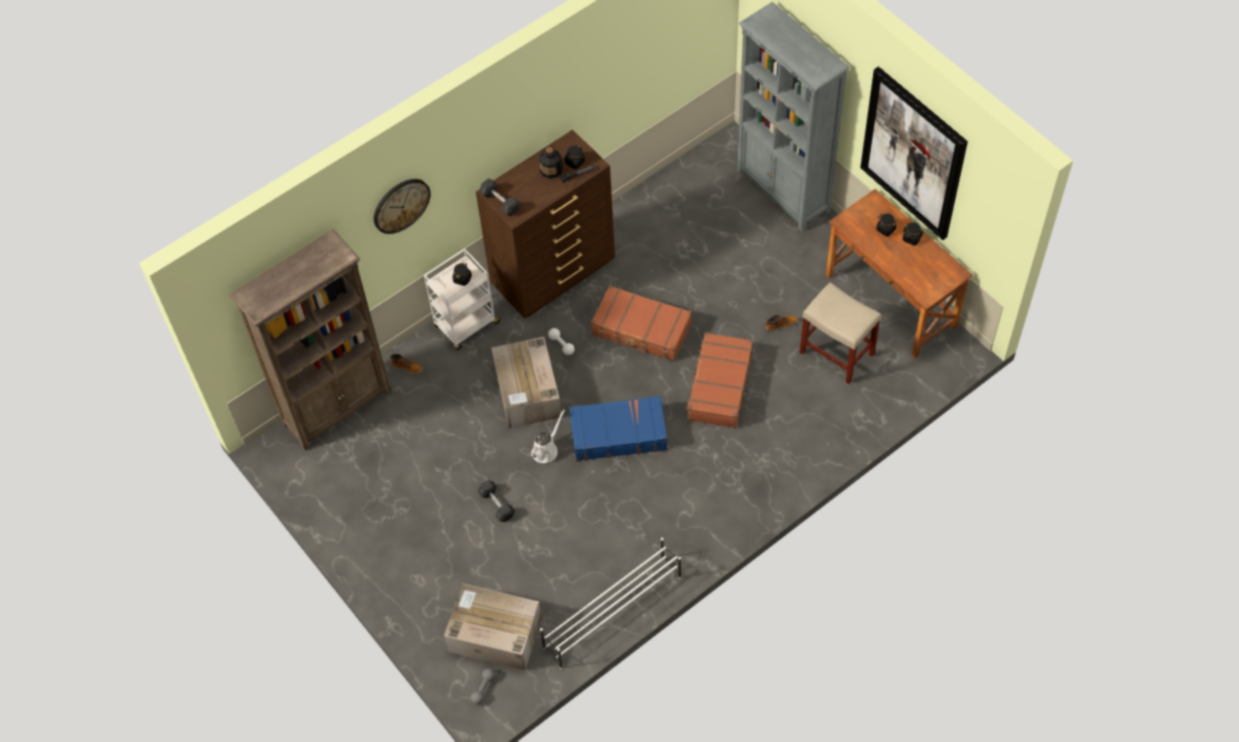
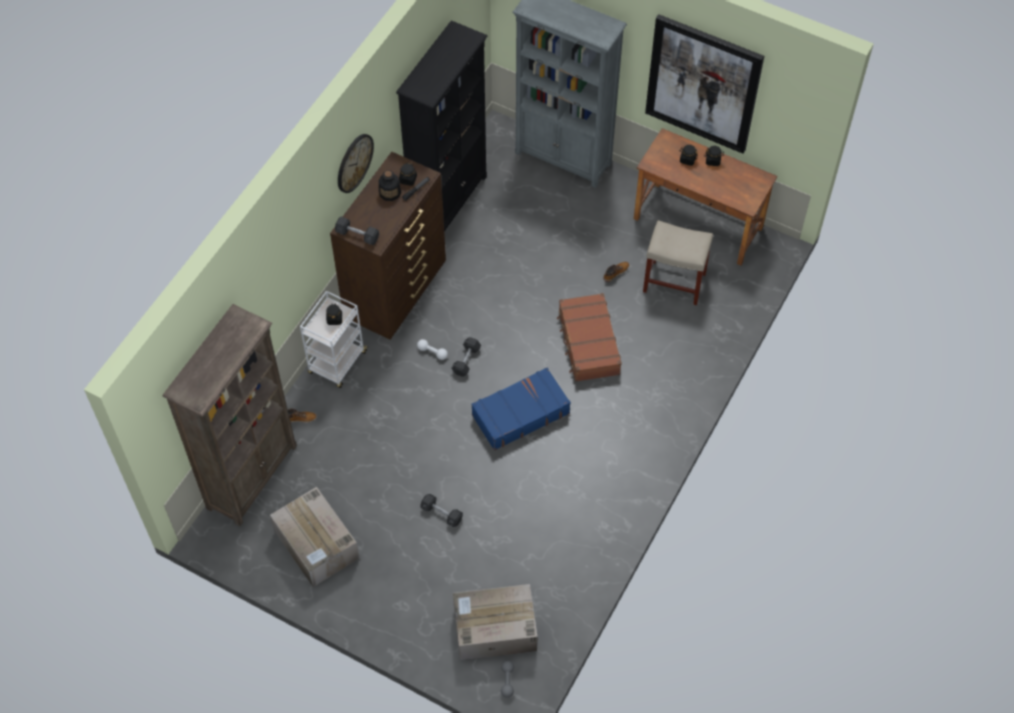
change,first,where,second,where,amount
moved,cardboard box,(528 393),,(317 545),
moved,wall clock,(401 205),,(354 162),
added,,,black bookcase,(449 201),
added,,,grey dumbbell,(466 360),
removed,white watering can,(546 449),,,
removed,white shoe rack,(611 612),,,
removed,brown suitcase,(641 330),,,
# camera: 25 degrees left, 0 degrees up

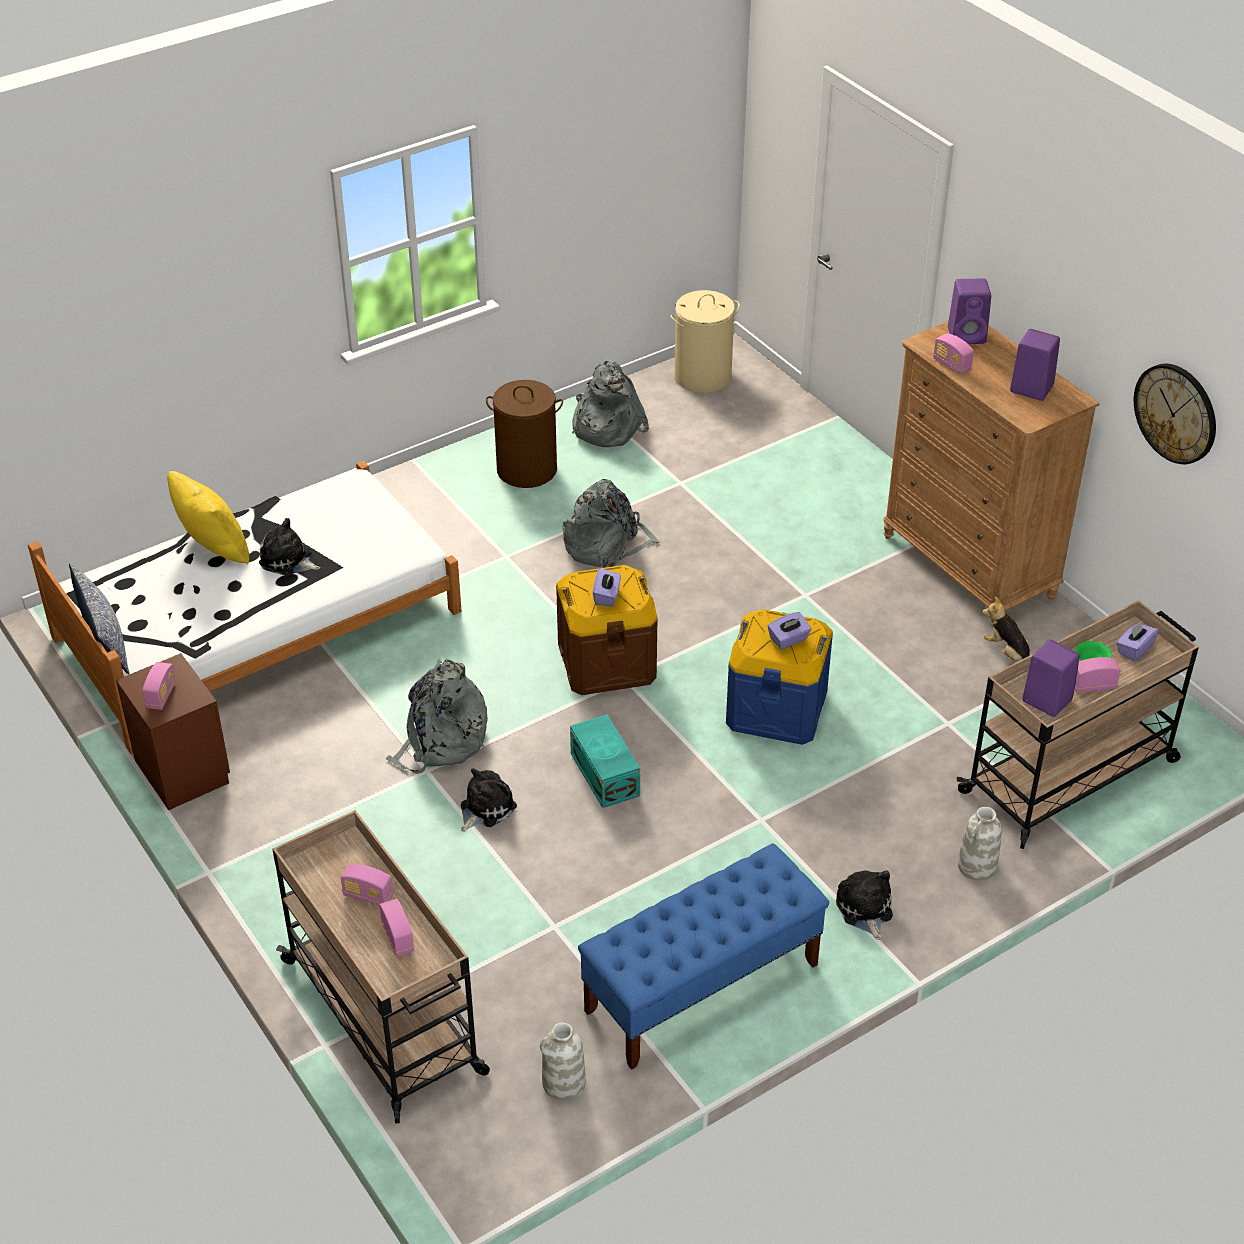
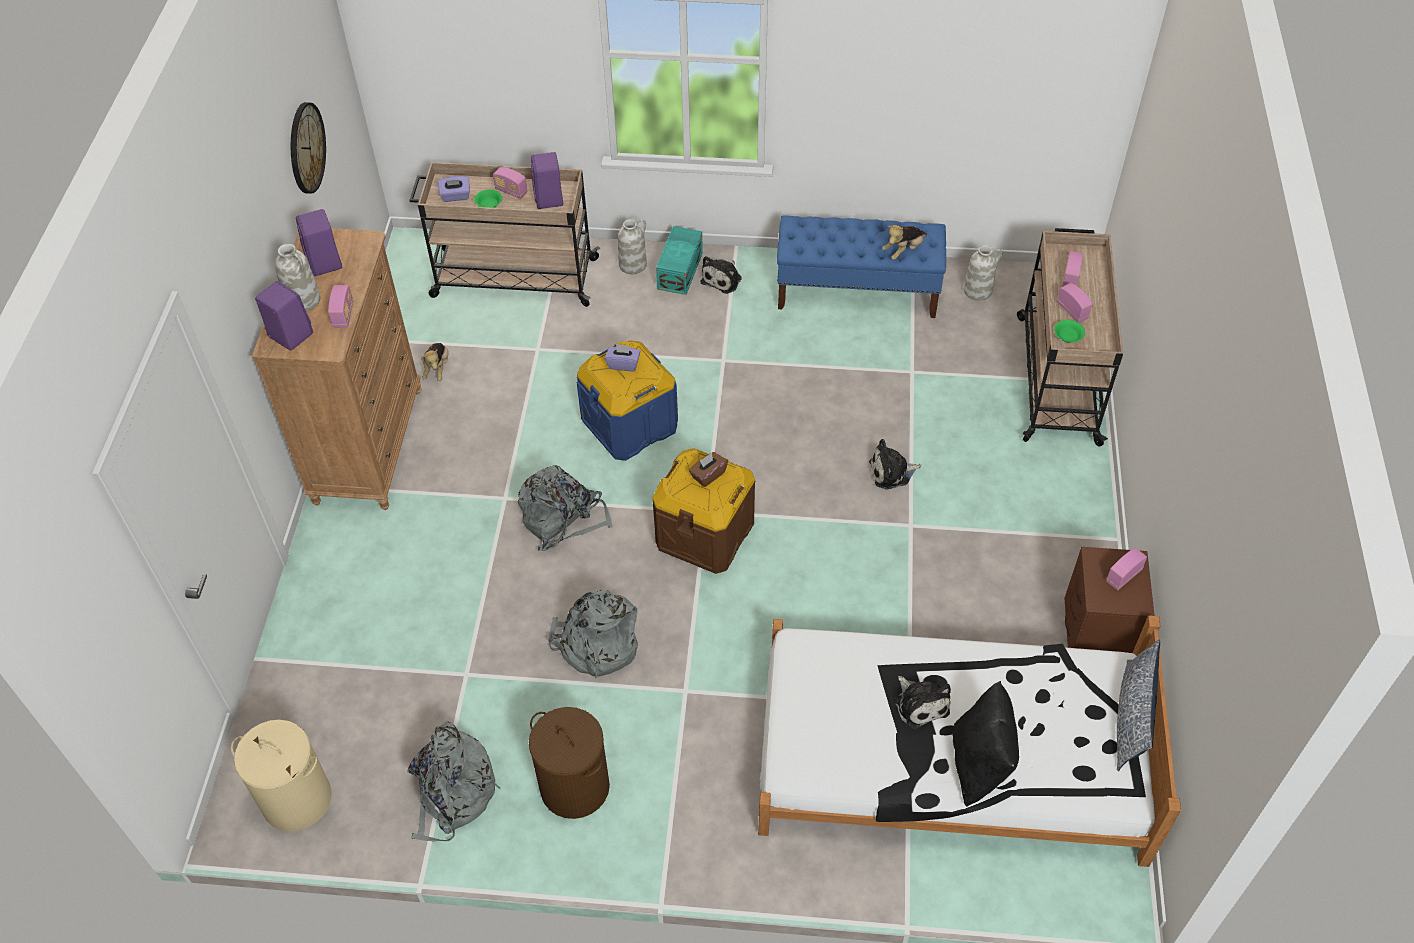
change,first,where,second,where,amount
added,,,white vase,(303 300),
moved,grey backpack,(441 741),,(563 519),
moved,turquoise storage box,(604 775),,(681 270),
recoloured,purple tissue box,(607 596),brown tissue box,(708 475),
added,,,plush toy,(903 250),
recoloured,yellow pillow,(213 548),black pillow,(979 764),
added,,,green bowl,(1068 336),
# camera: 140 degrees left, 10 degrees up

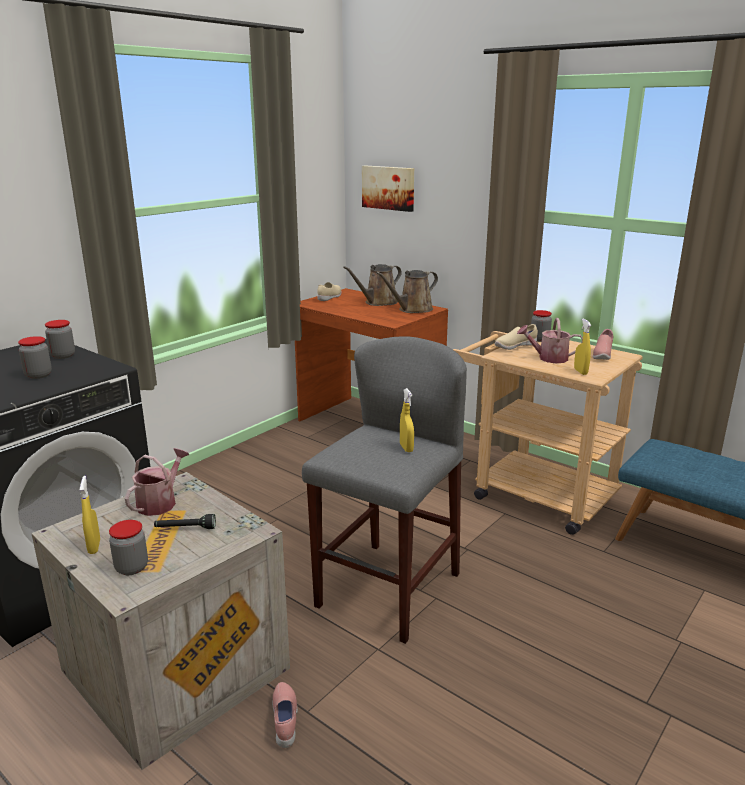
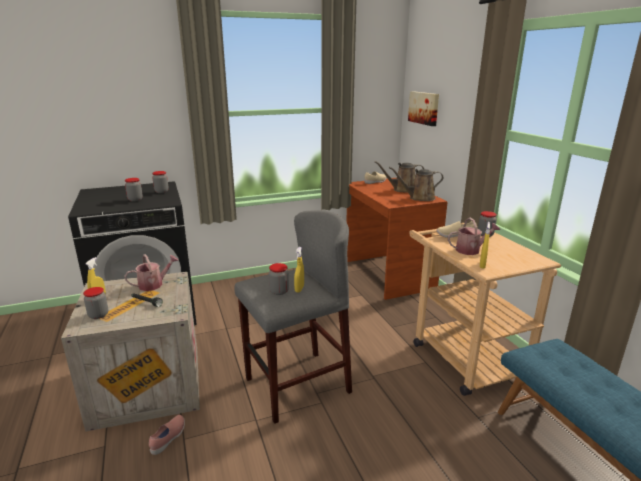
change,first,where,second,where,amount
added,,,jar,(279 291),
turned,watering can,(548 358),,(471 250),135 degrees clockwise
removed,pink shoe,(602 355),,,
# camera: 30 degrees right, 0 degrees up

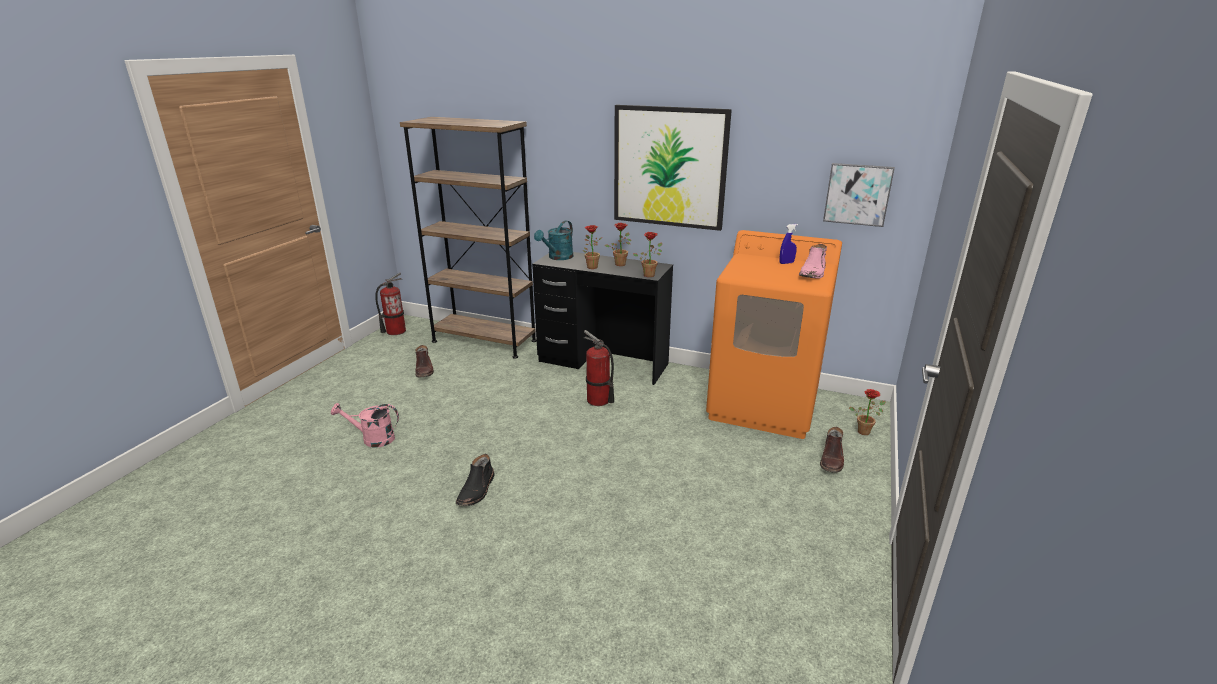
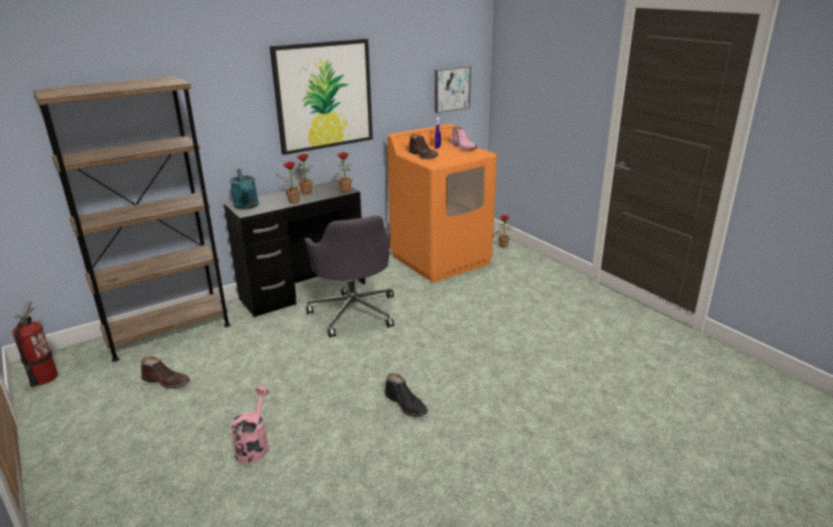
change,first,where,second,where,amount
turned,pink watering can,(372 439),,(254 445),150 degrees clockwise
replaced,fire extinguisher,(598 400),grey office chair,(354 312),
moved,brown boot,(832 460),,(423 155),
# camera: 55 degrees left, 0 degrees up

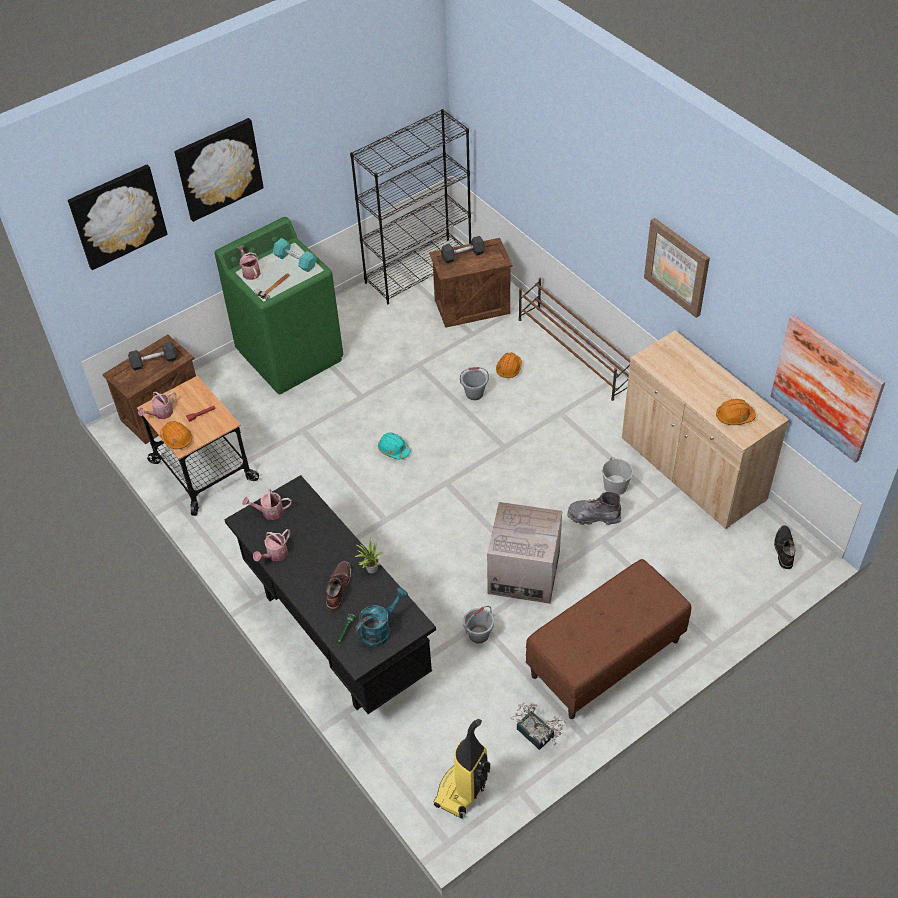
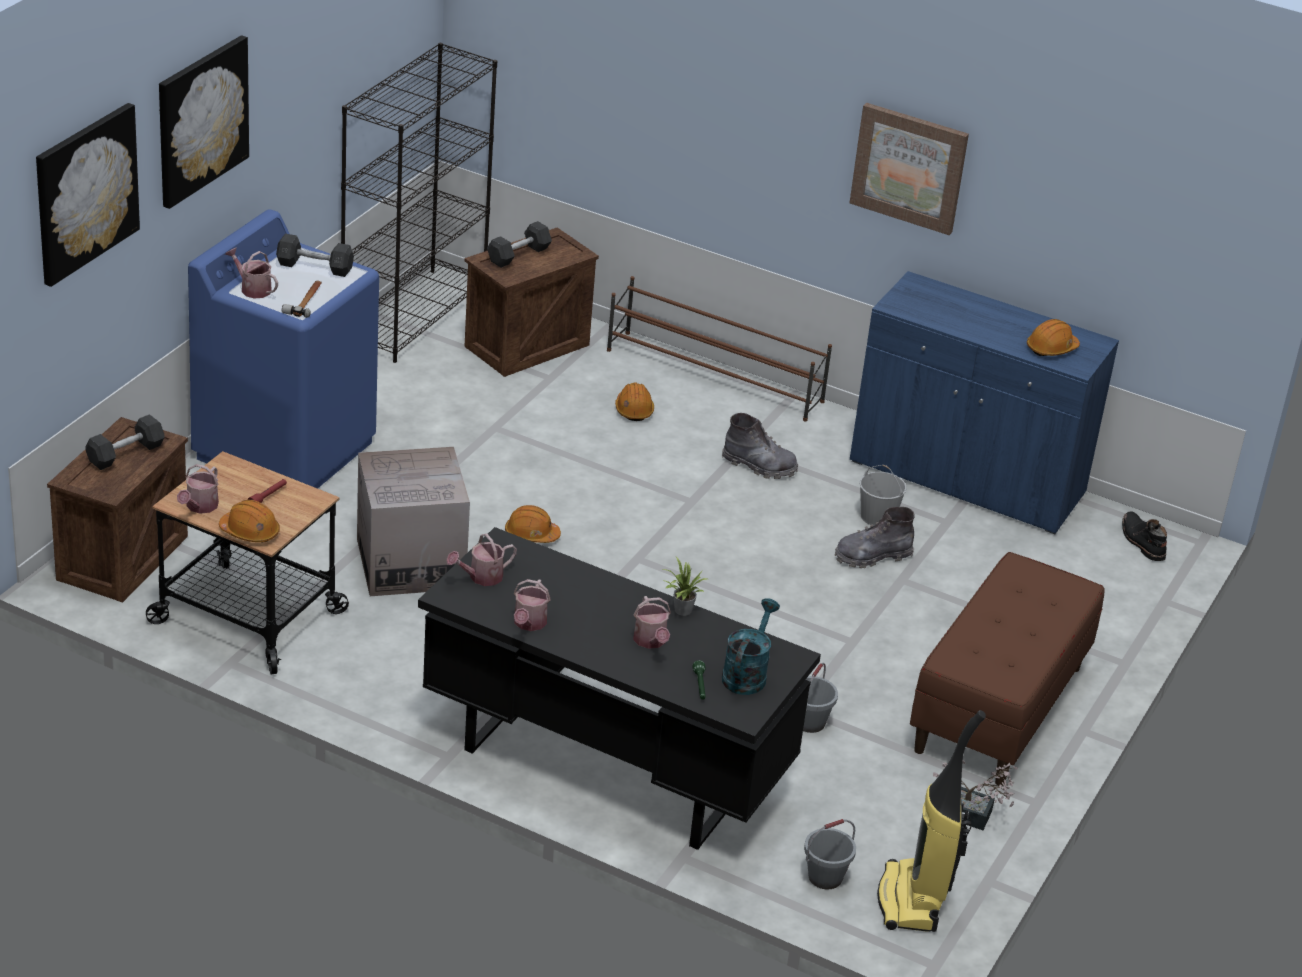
change,first,where,second,where,amount
recoloured,green washing machine,(291 355),blue washing machine,(285 449),
recoloured,turquoise dumbbell,(295 261),grey dumbbell,(315 267),
moved,cardboard box,(524 573),,(410 563),
recoloured,turquoise hard hat,(394 449),orange hard hat,(531 534),
replaced,brown boot,(338 588),watering can,(651 641),
added,,,grey boot,(759 466),
moved,grey bucket,(474 394),,(825 877),
recoloured,beige cabinet,(692 469),blue cabinet,(966 478),
removed,picture,(826 388),,,
# camera: 30 degrees left, 15 degrees down

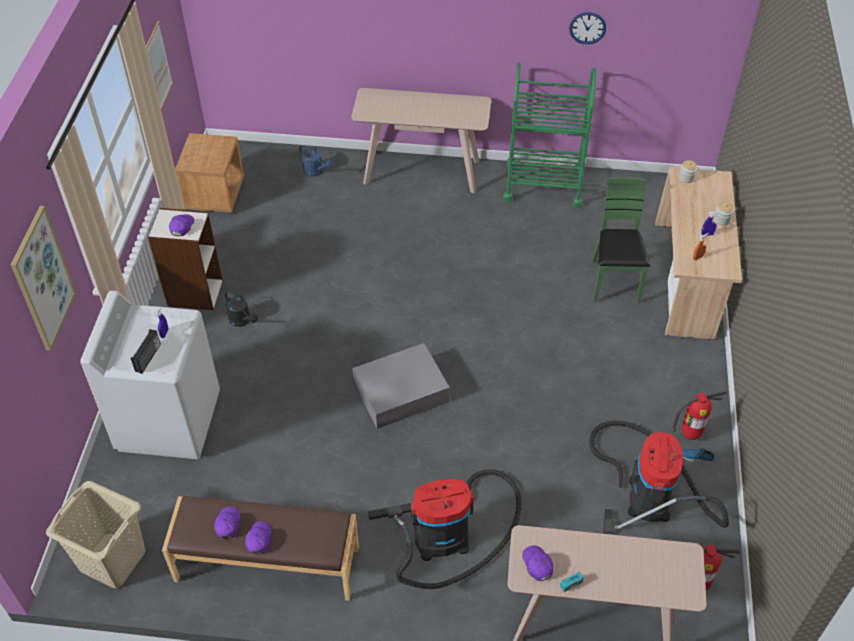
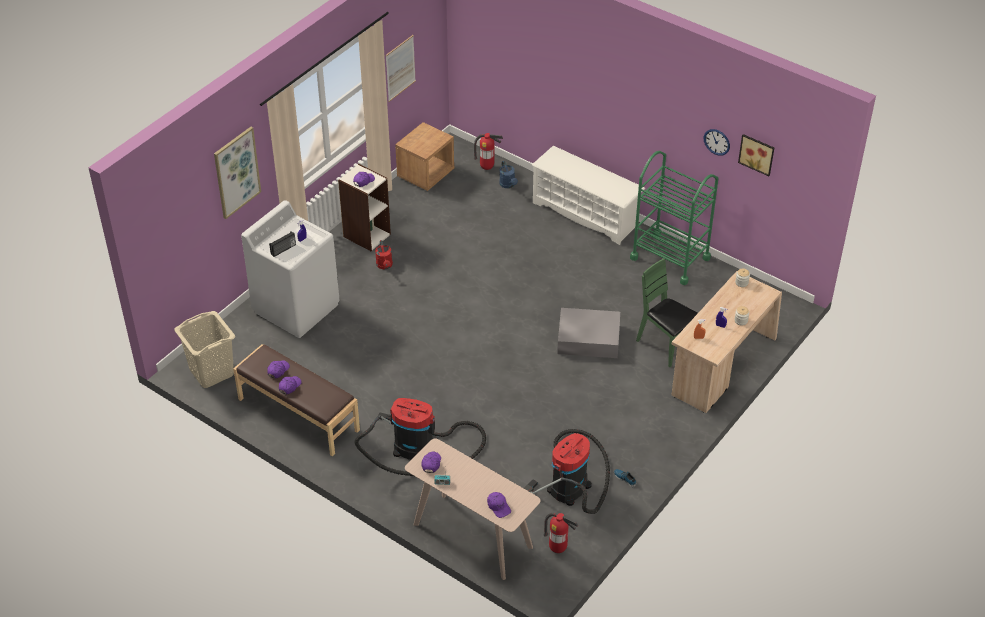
change,first,where,second,where,amount
recoloured,black watering can,(242 321),red watering can,(385 266),
moved,fire extinguisher,(690 434),,(487 167),
added,,,purple cap,(498 507),
replaced,beige console table,(422 172),white shoe rack,(585 214),
moved,grey storage box,(399 392),,(587 338),
turned,green chair,(614 282),,(665 345),75 degrees counterclockwise
added,,,picture,(757 153),
# camera: 30 degrees right, 5 degrees down

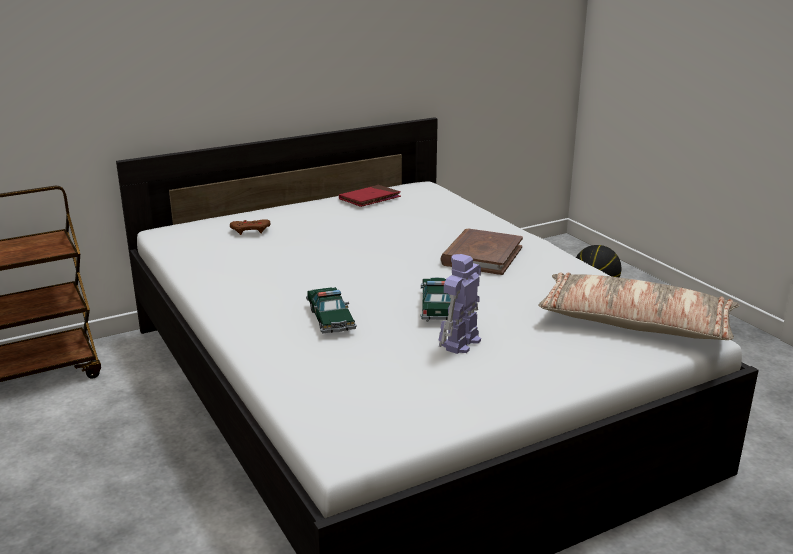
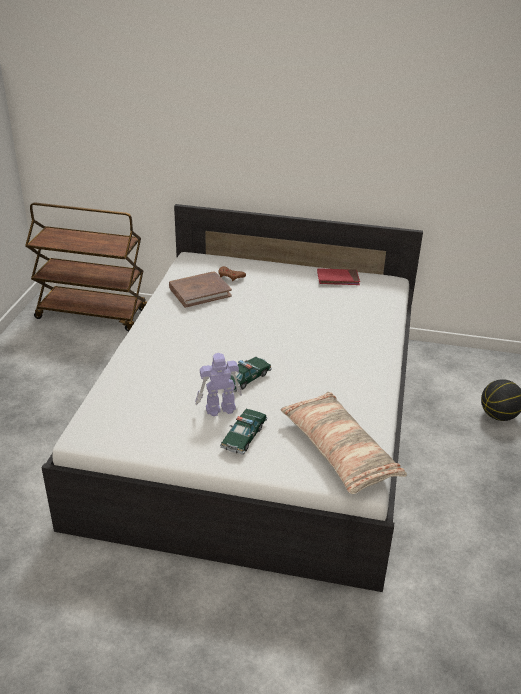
change,first,where,second,where,amount
moved,brown book,(482 256),,(200 292),
moved,toy car,(330 318),,(244 436),
# camera: 40 degrees right, 10 degrees up

